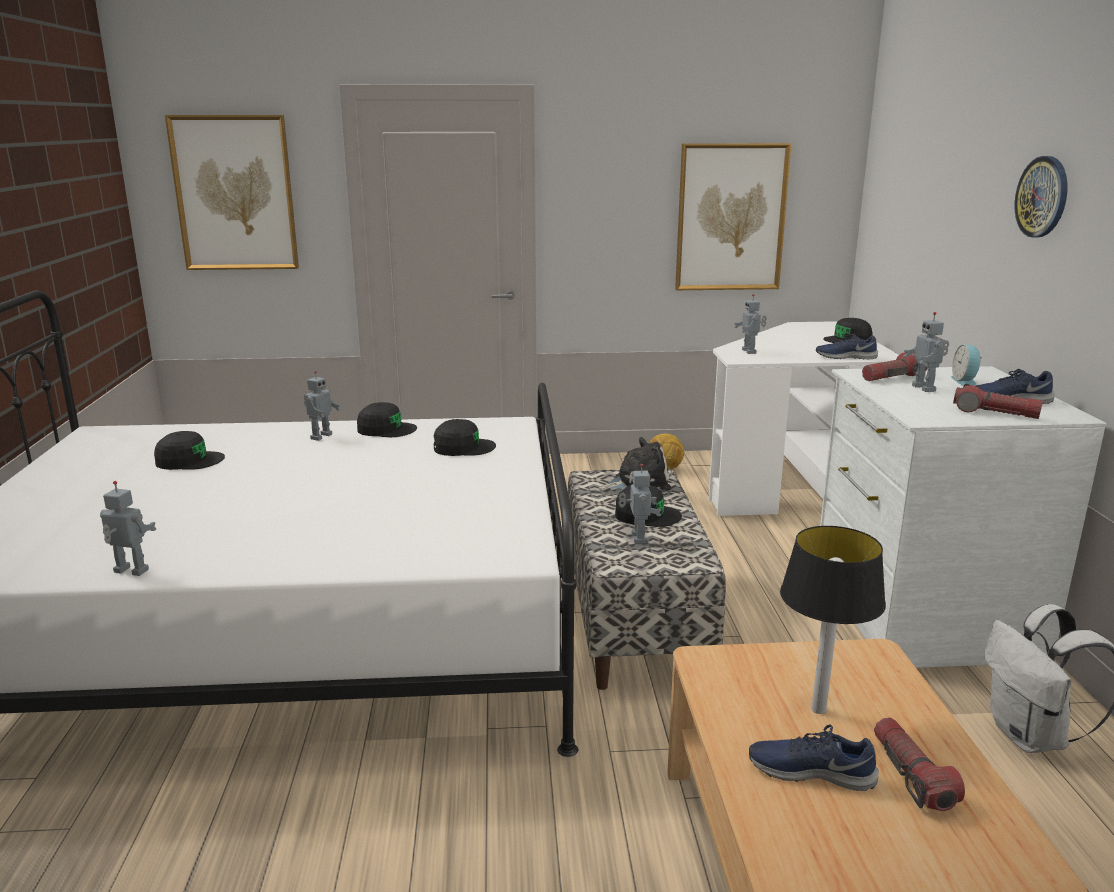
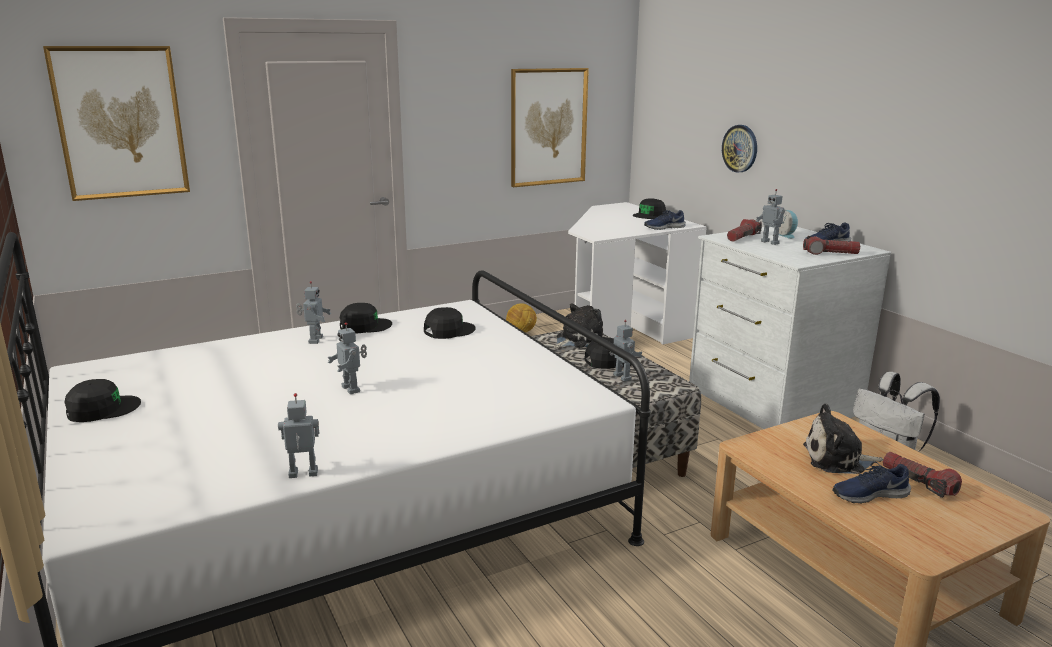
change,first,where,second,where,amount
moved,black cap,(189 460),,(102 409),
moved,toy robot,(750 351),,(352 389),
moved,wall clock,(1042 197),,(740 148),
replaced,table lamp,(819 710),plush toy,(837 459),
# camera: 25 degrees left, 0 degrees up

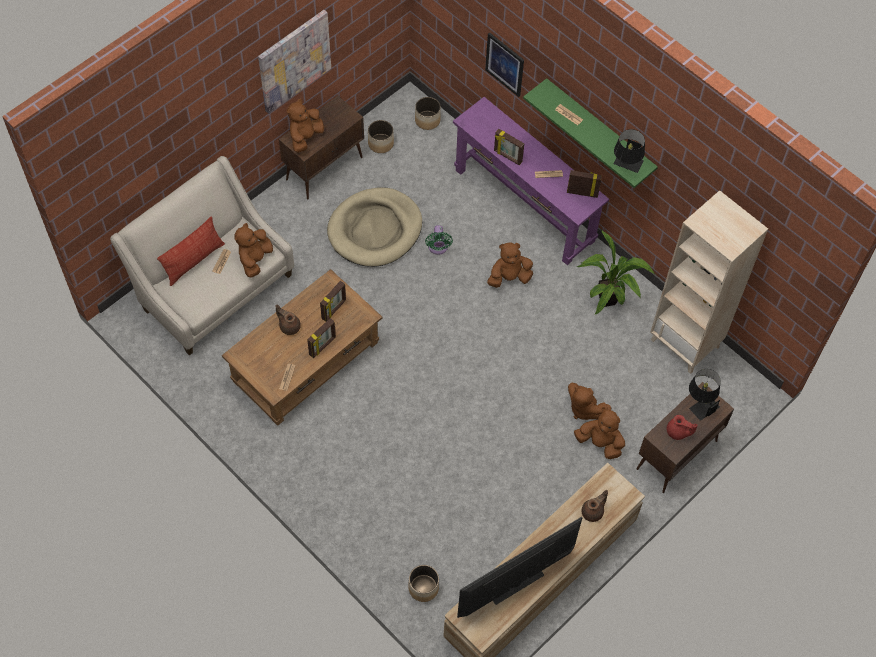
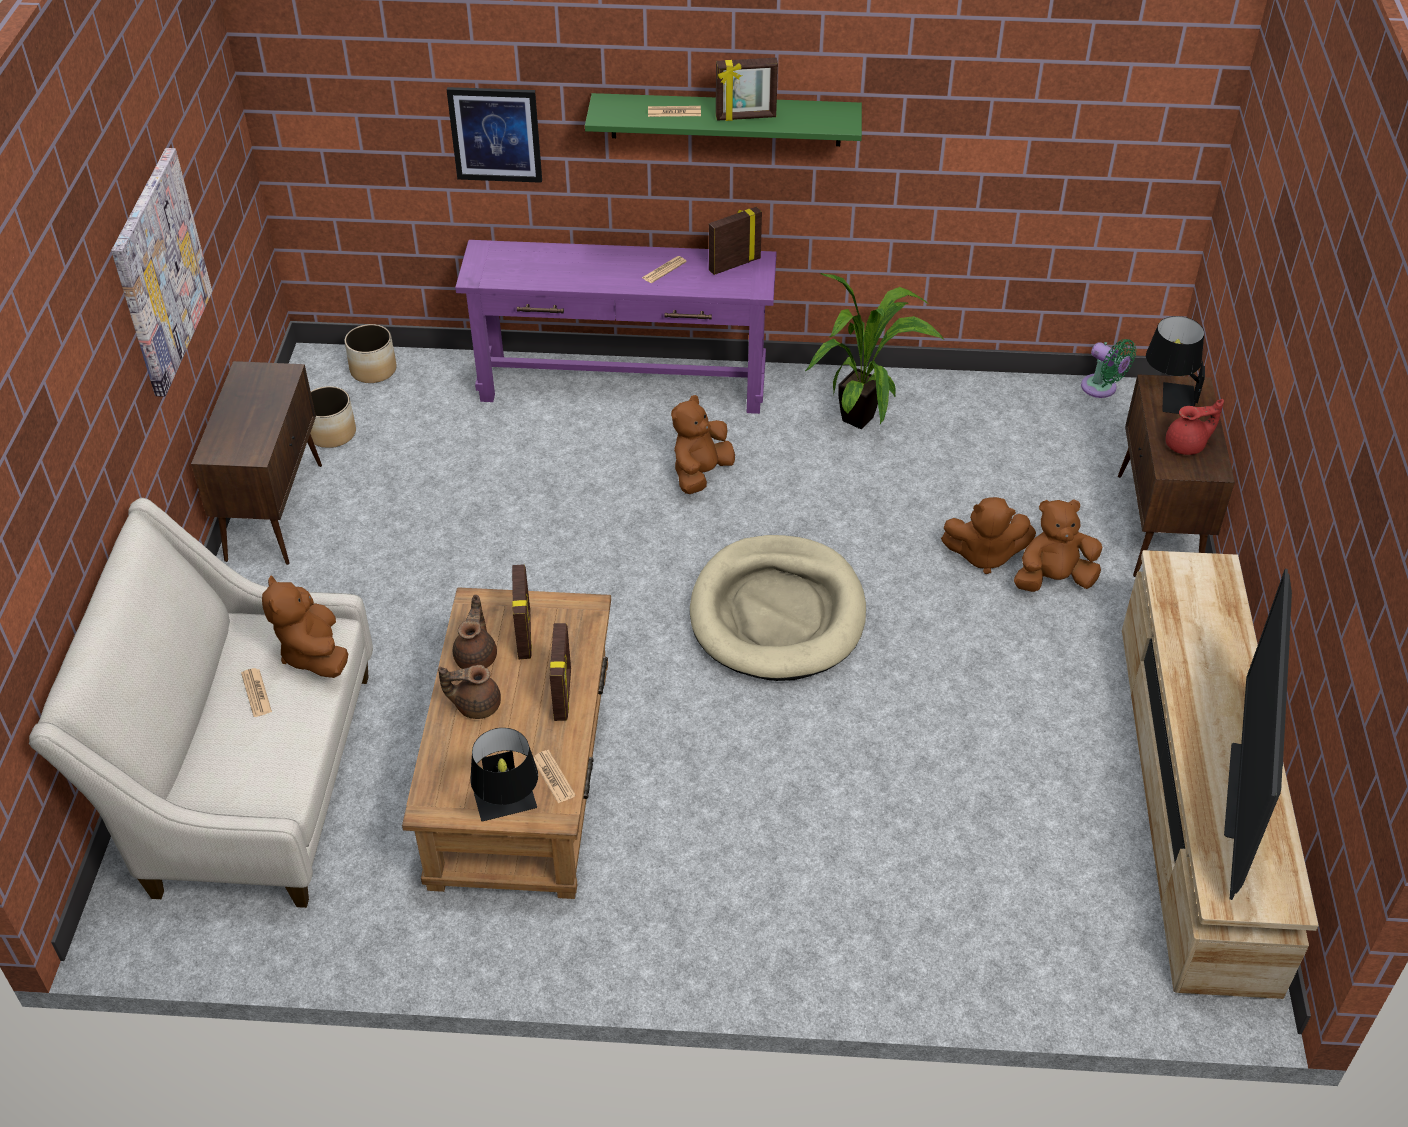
change,first,where,second,where,amount
moved,brown teapot,(593 512),,(477 656),
moved,black table lamp,(626 166),,(508 810),
moved,beige dog bed,(375 230),,(777 613),
moved,picture frame,(507 157),,(746 117),
moved,green fan,(438 248),,(1102 388),
removed,pillow,(194 261),,,
removed,brown plush toy,(305 137),,,
removed,planter,(423 587),,,
removed,beige bookcase,(685 343),,,
# camera: 40 degrees left, 15 degrees down

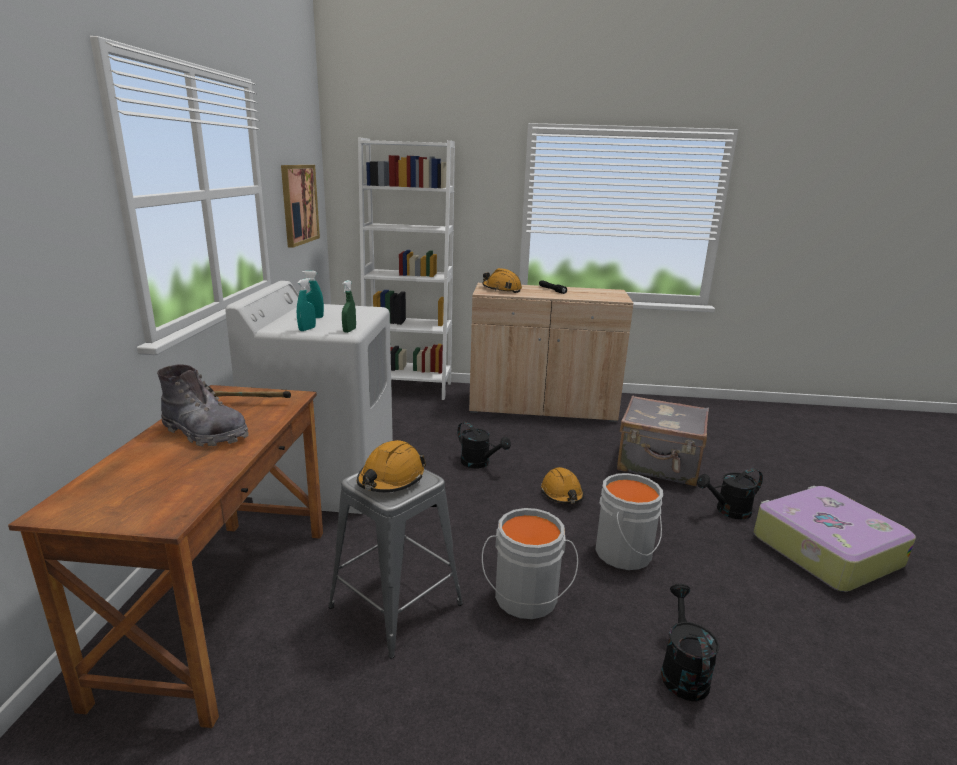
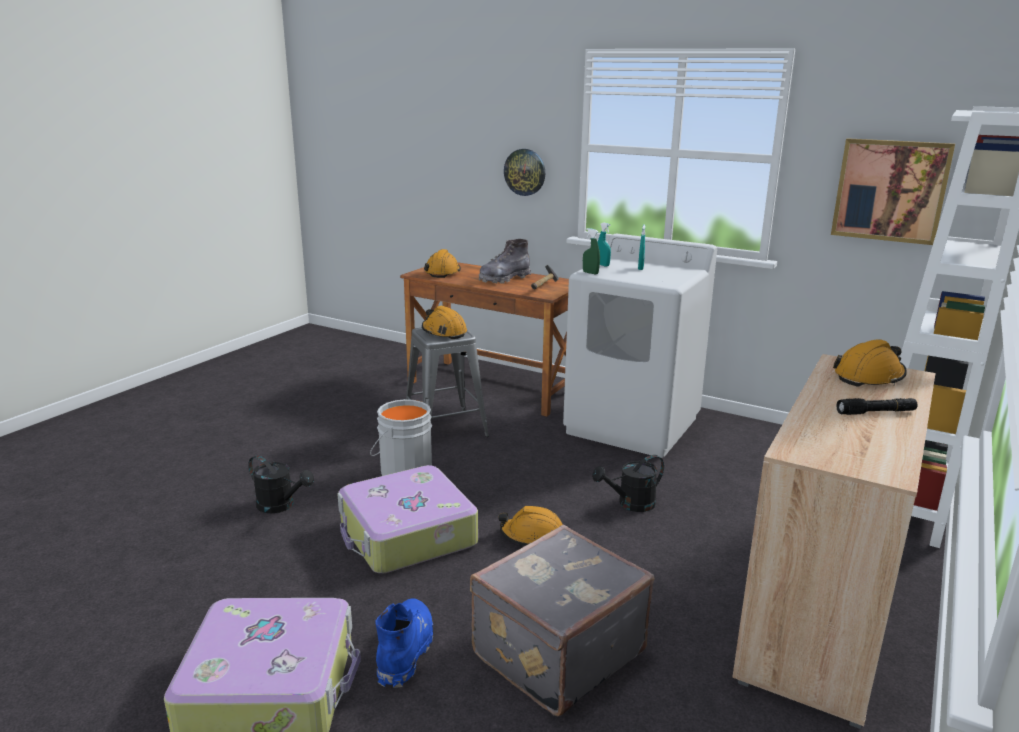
change,first,where,second,where,amount
replaced,grey bucket,(626 554),suitcase,(406 535),
replaced,black watering can,(728 511),blue boot,(405 651),
added,,,orange hard hat,(442 272),
added,,,wall clock,(525 172),
# camera: 115 degrees right, 0 degrees up

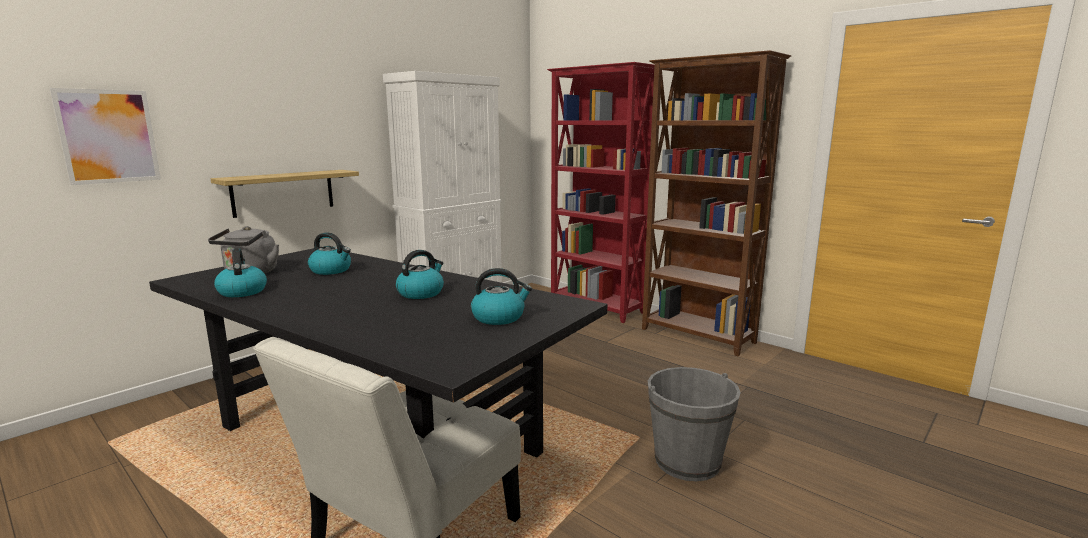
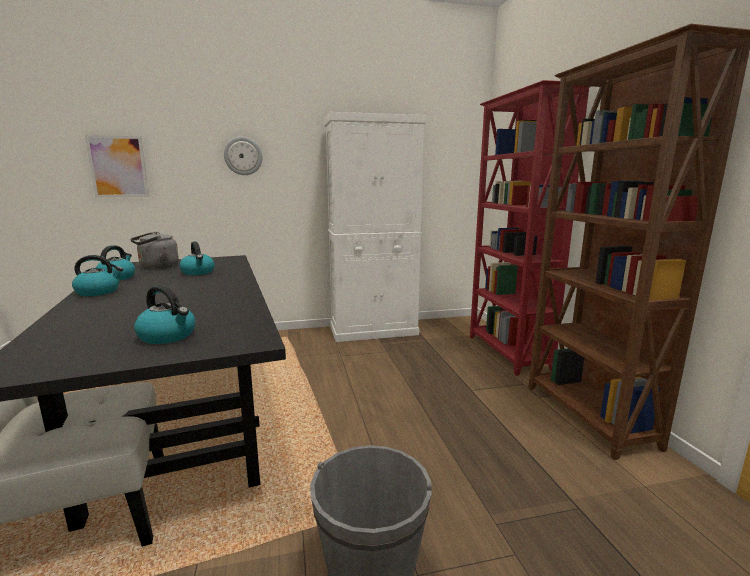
change,first,where,second,where,amount
moved,kettle,(421 293),,(99 292),
added,,,wall clock,(243 156),
removed,shelf,(283 192),,,
# camera: 35 degrees right, 0 degrees up

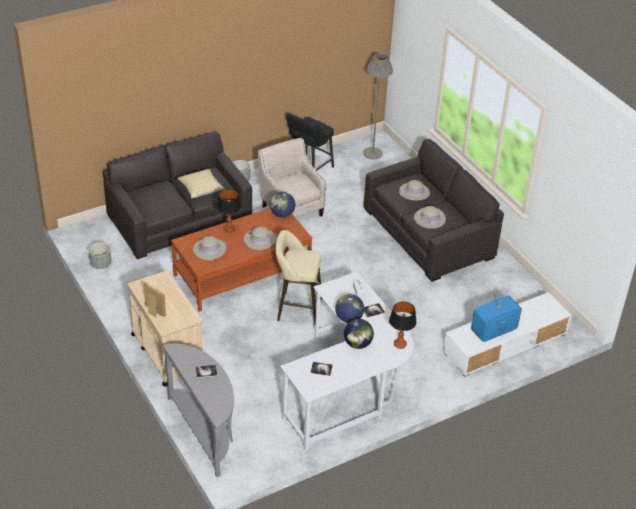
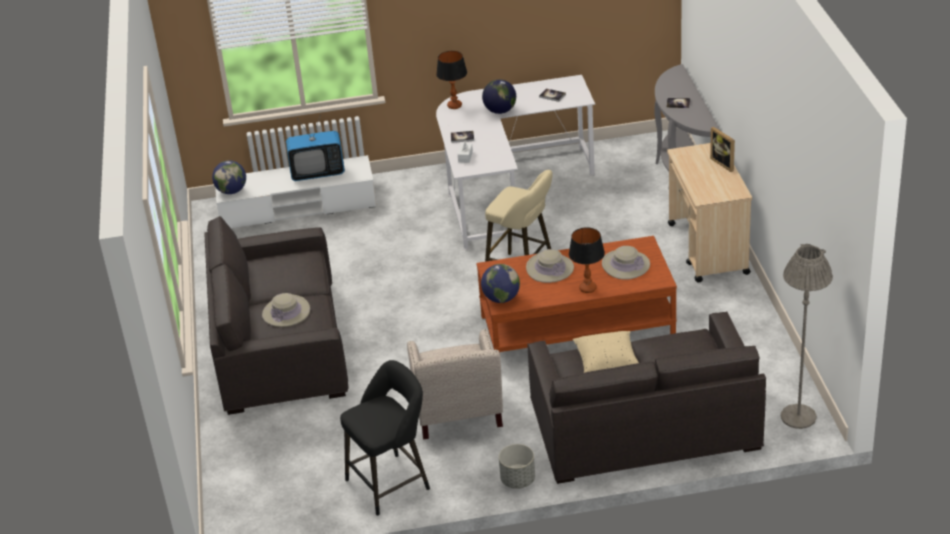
change,first,where,second,where,amount
moved,globe,(349 319),,(232 191),
moved,grey floor lamp,(372 153),,(798 417),
removed,grey planter,(101 264),,,
removed,beige hat,(429 218),,,
# camera: 155 degrees left, 5 degrees down

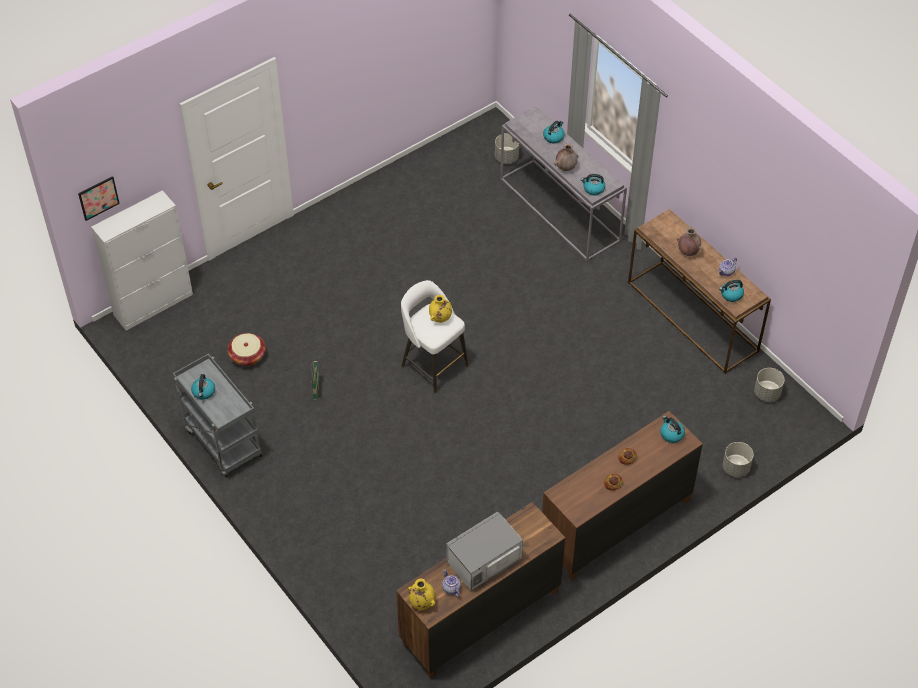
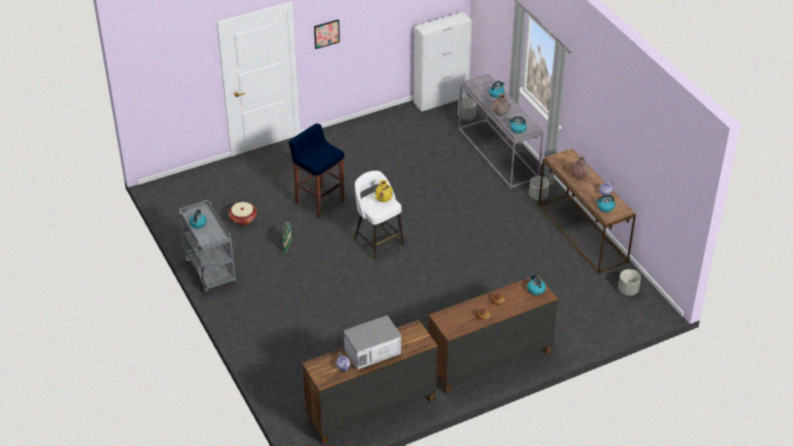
change,first,where,second,where,amount
added,,,blue stool,(319 202),
moved,picture,(98 198),,(326 34),
moved,white cabinet,(154 304),,(441 99),
moved,grey planter,(735 468),,(538 196),
removed,yellow vase,(421 603),,,
# camera: 10 degrees right, 10 degrees down

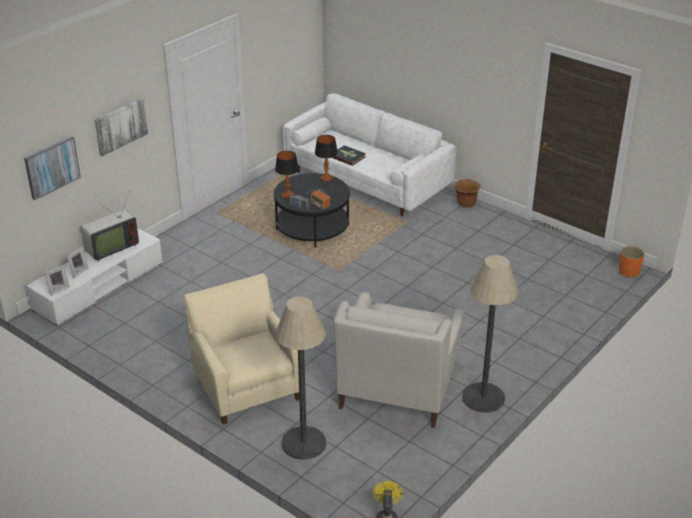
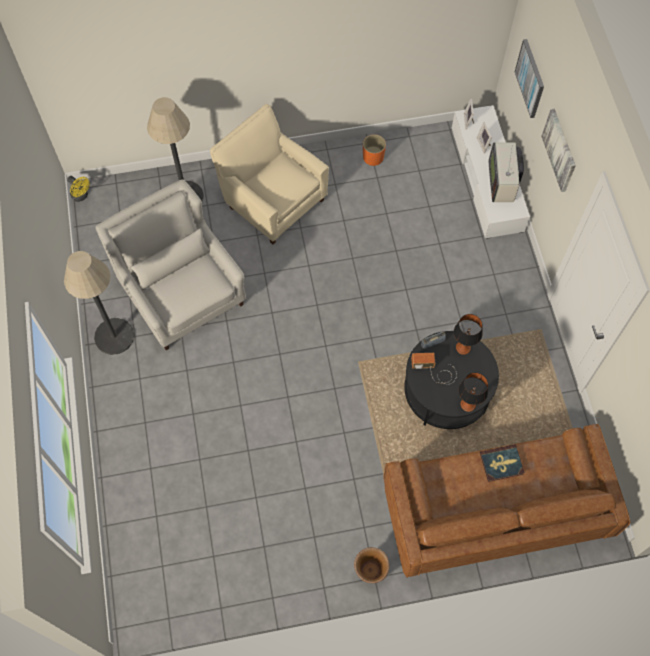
change,first,where,second,where,amount
turned,beige armchair,(246 386),,(272 201),150 degrees counterclockwise
moved,orange planter,(628 271),,(373 157),
recoloured,white sofa,(367 181),brown sofa,(495 510),
# camera: 130 degrees right, 30 degrees up

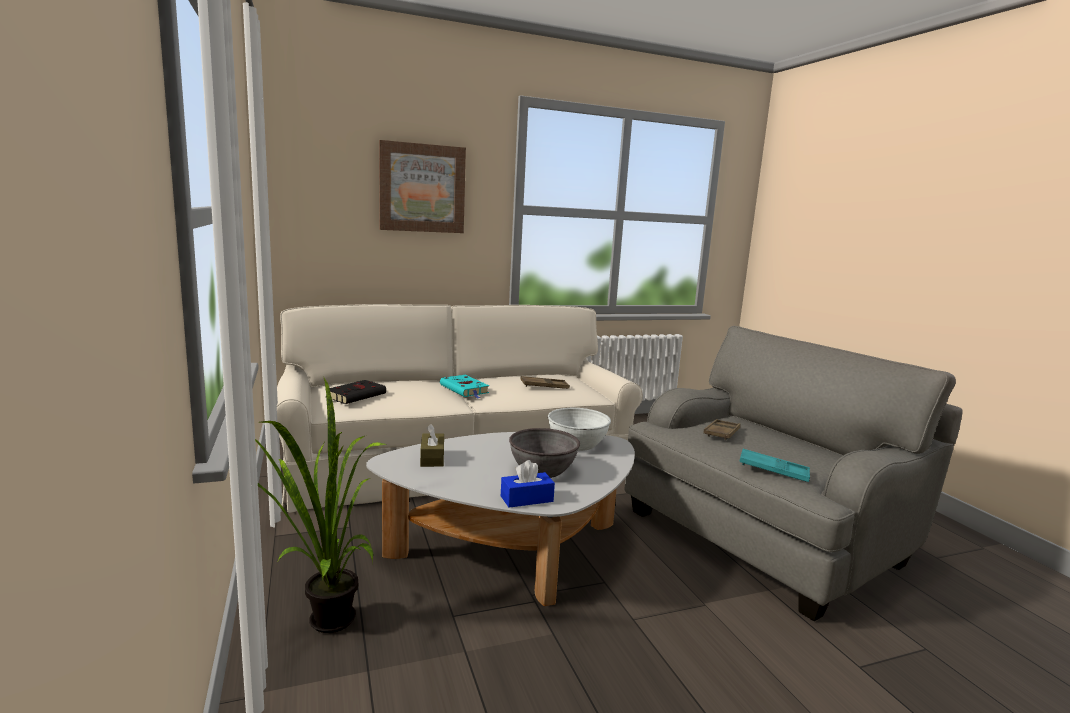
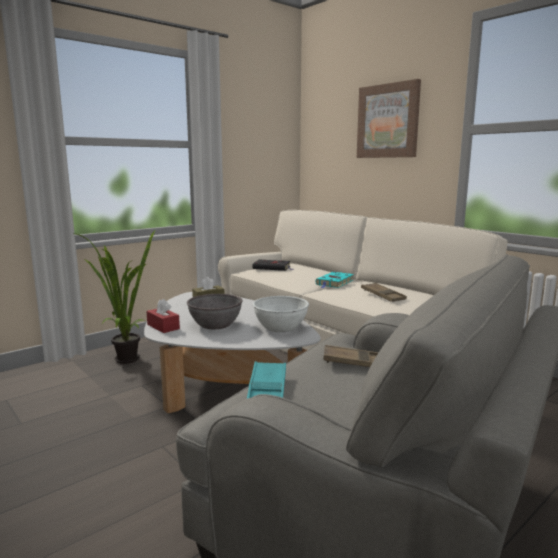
change,first,where,second,where,amount
recoloured,blue tissue box,(526 499),red tissue box,(163 326),
# camera: 70 degrees right, 0 degrees up

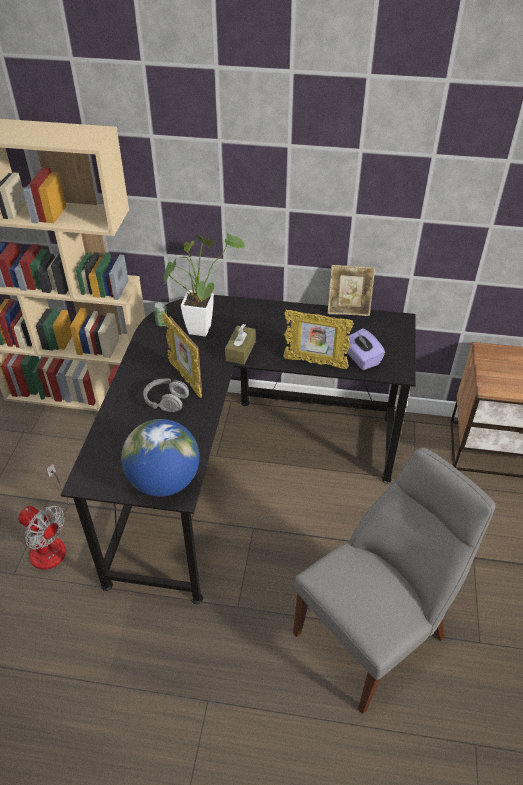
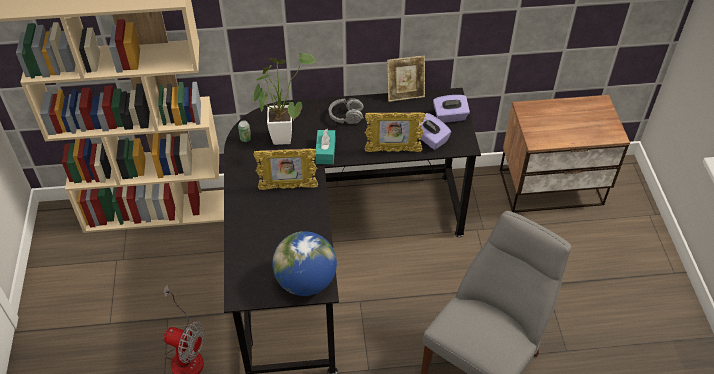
change,first,where,second,where,amount
turned,picture frame,(186 378),,(288 187),45 degrees counterclockwise
recoloured,brown tissue box,(240 351),turquoise tissue box,(325 152),
moved,grey headphones,(166 402),,(346 117),
added,,,purple tissue box,(450 116),
# camera: 15 degrees left, 5 degrees up

